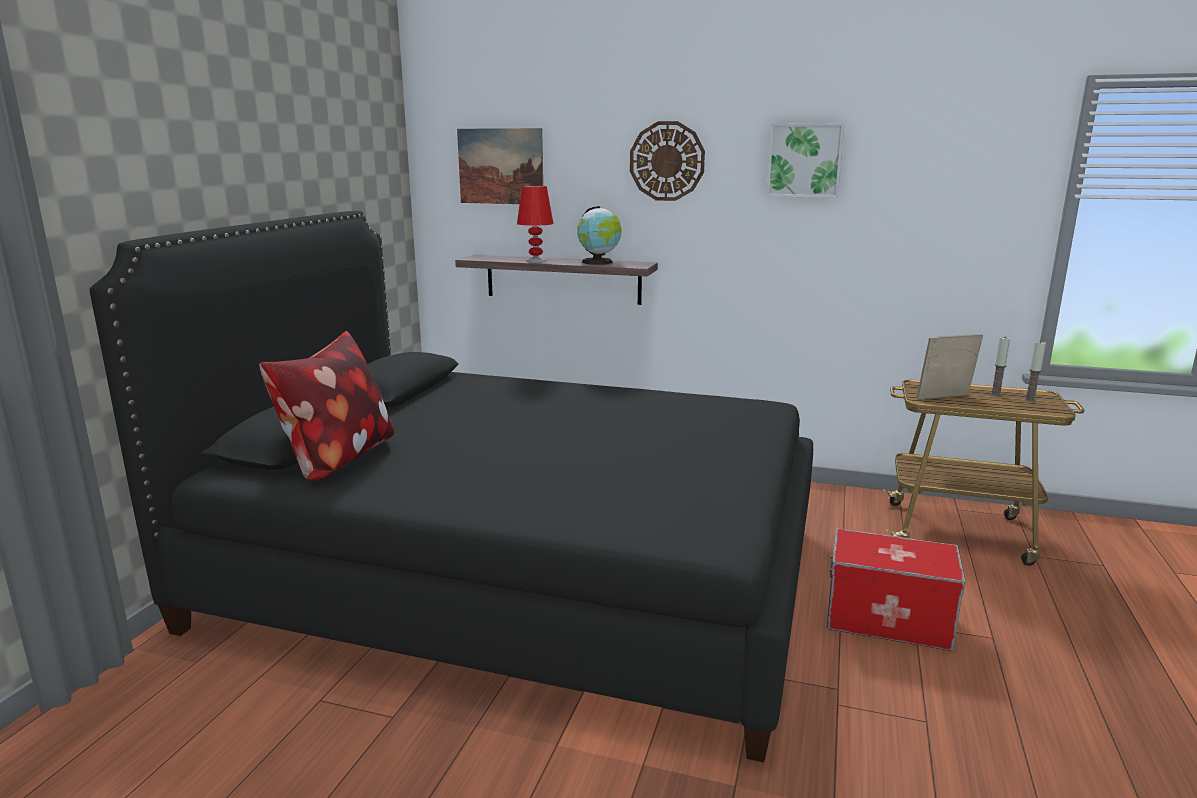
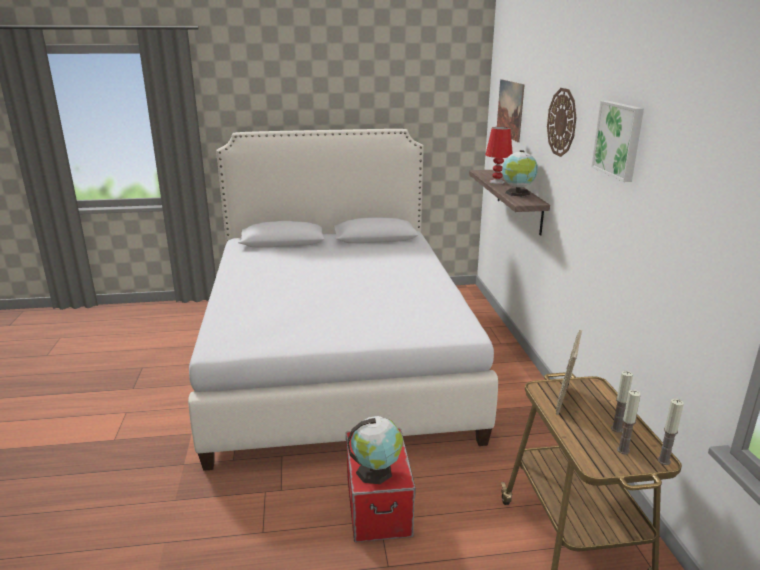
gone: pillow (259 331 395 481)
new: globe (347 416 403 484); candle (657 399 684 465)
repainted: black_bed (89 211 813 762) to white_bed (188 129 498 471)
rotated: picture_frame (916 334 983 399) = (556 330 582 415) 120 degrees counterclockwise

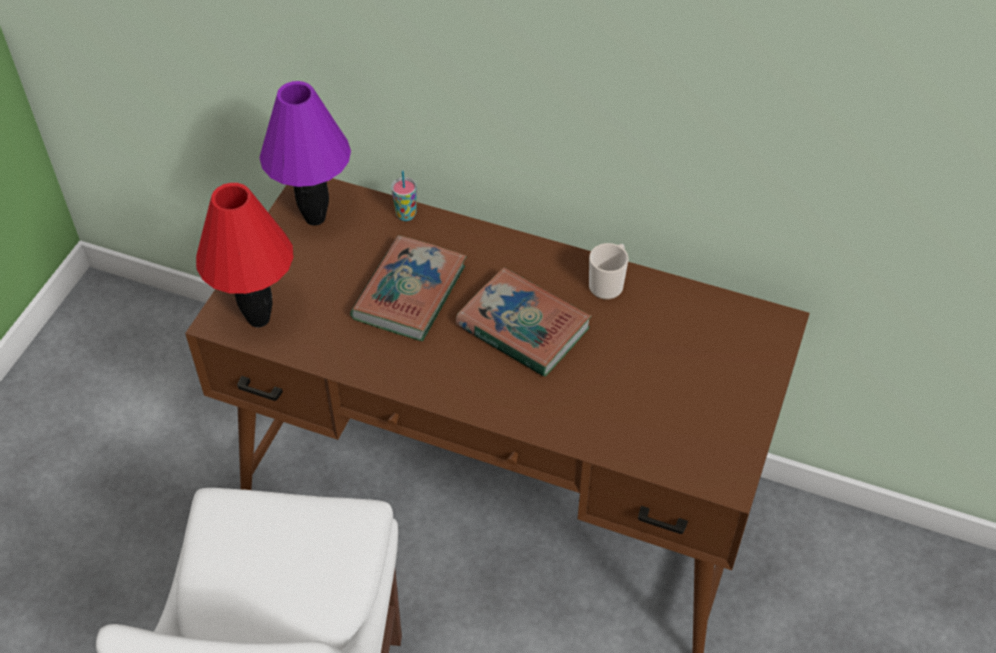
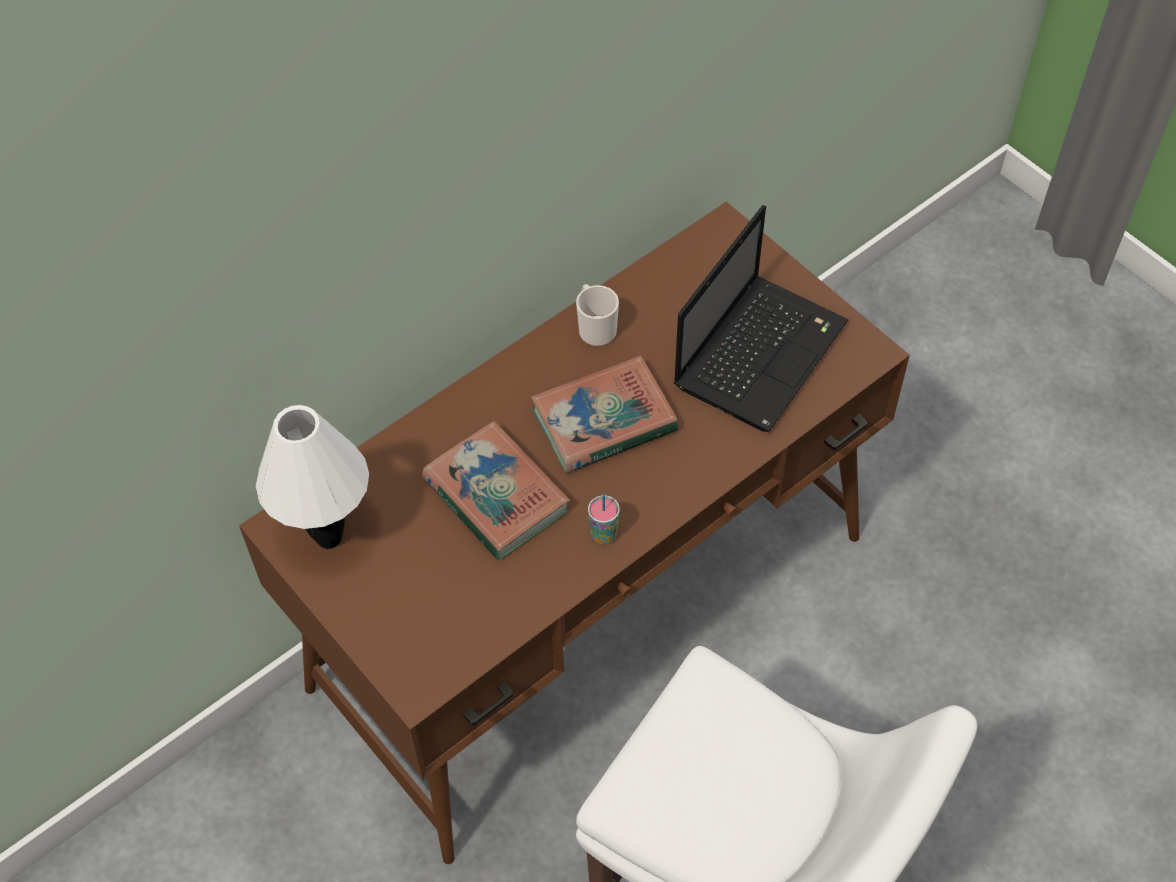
gone: red_table_lamp (196 183 294 327)
new: laptop (674 205 848 432)
shifted: cup (391 171 417 221) to (588 494 620 544)
repainted: purple_table_lamp (259 81 351 226) to white_table_lamp (256 405 369 549)

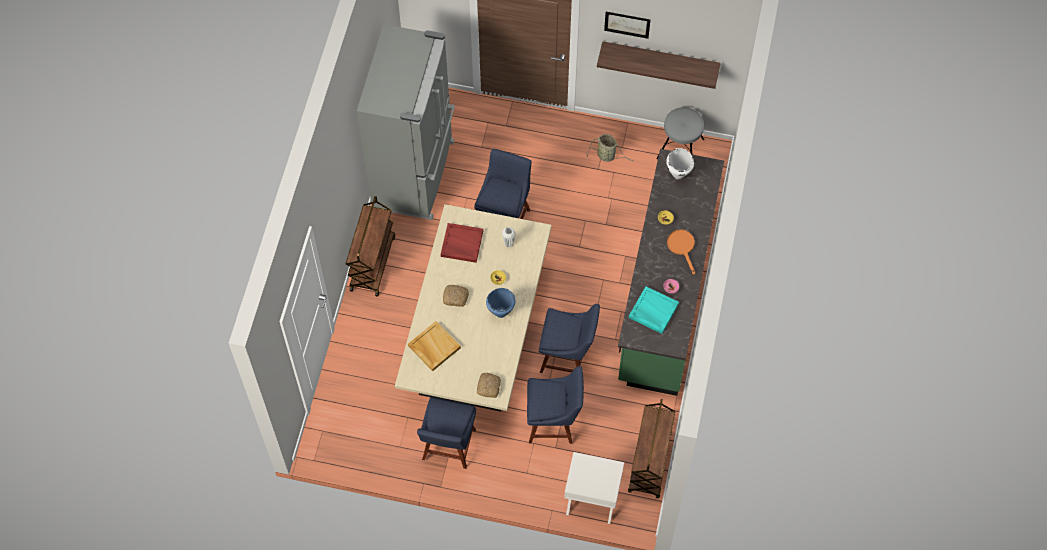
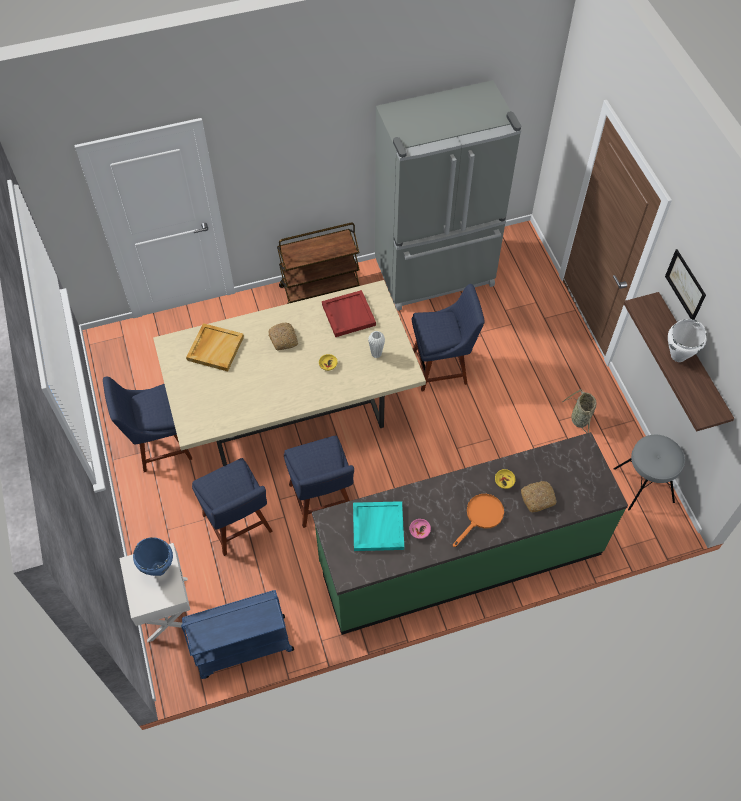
shifted: bread (477 373 501 398) to (521 481 557 512); blue_cooking_pot (486 288 515 318) to (133 537 173 576); white_cooking_pot (666 148 694 179) to (668 319 707 362)
repainted: brown_cart (628 399 675 498) to blue_cart (181 590 294 679)

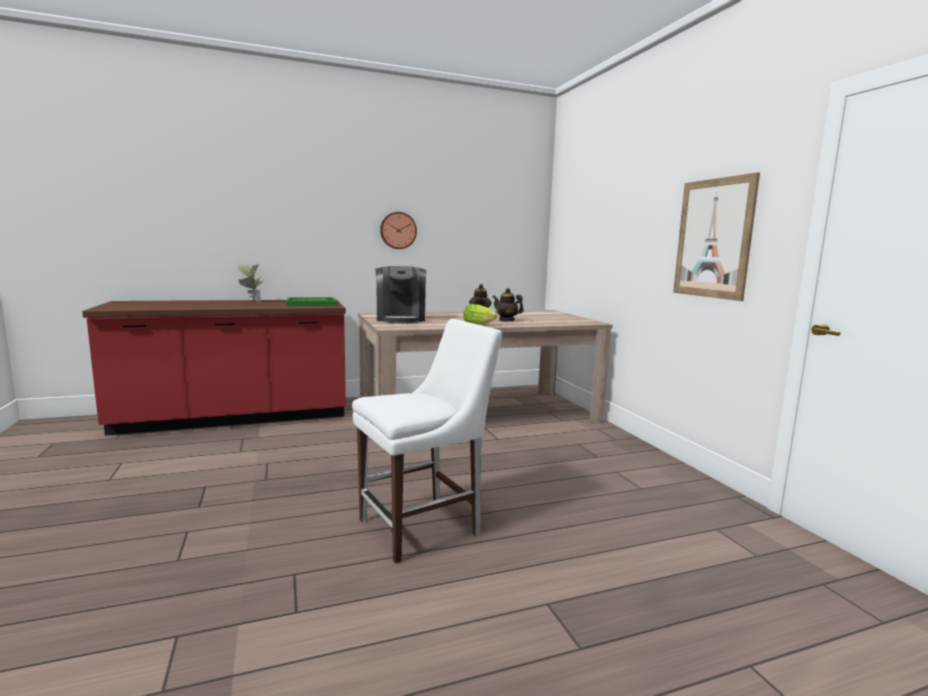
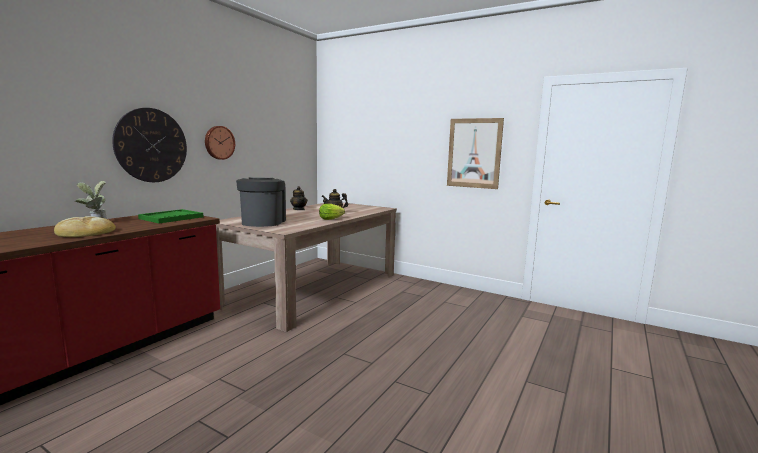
gone: white_chair (352 319 502 564)
new: bread (54 216 116 237); wall_clock (112 108 187 182)
rotated: coffee_machine (375 266 426 323) = (236 177 286 227) 135 degrees counterclockwise

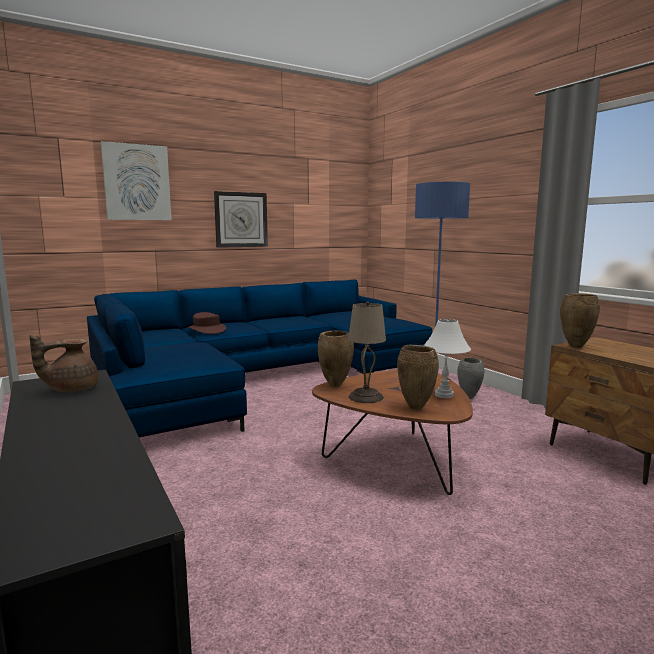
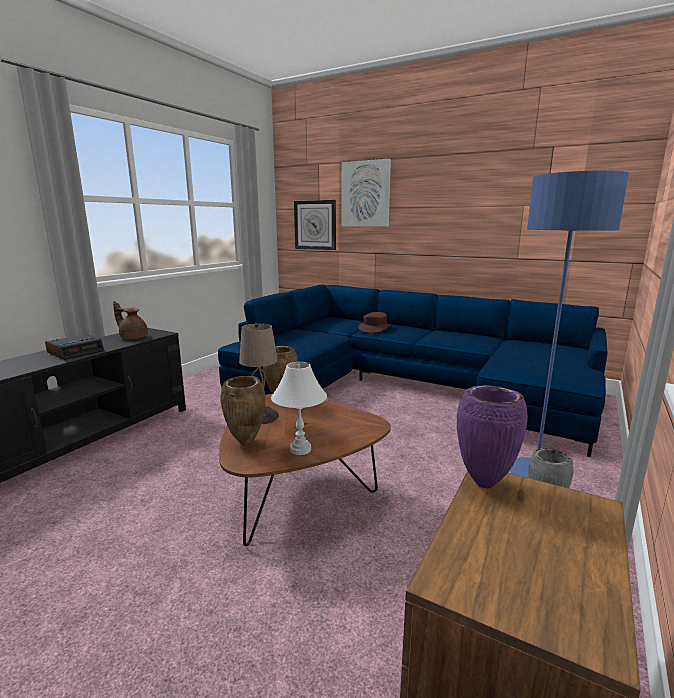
new: alarm_clock (45 334 104 360)
shifted: wall_clock (214 191 268 248) to (294 200 336 250)
repainted: brown_vase (560 293 600 348) to purple_vase (457 385 528 489)

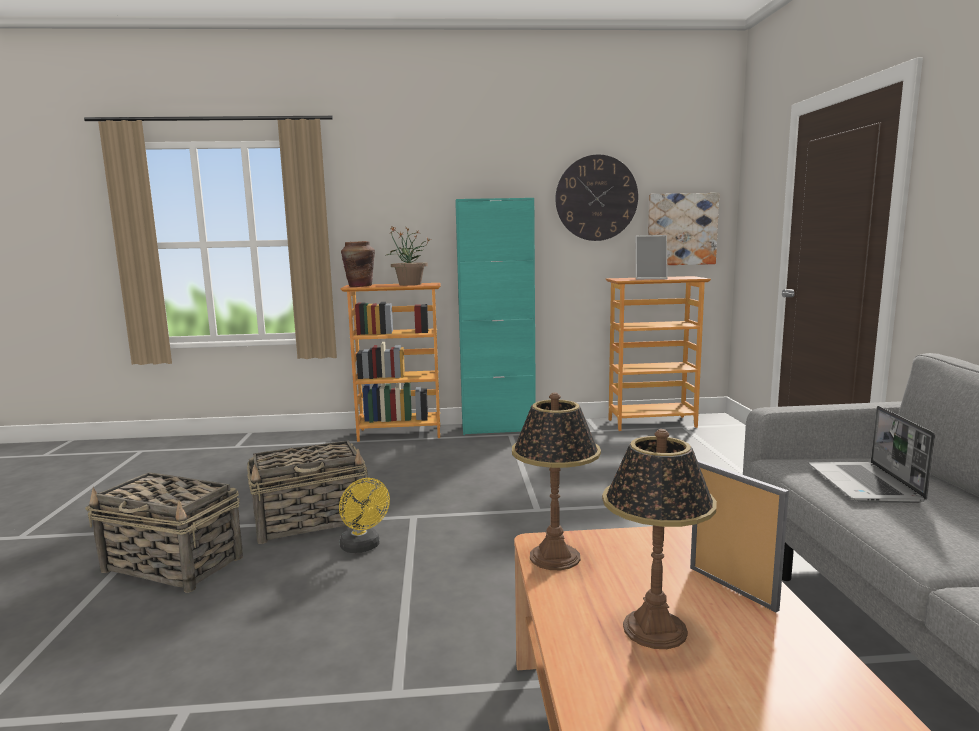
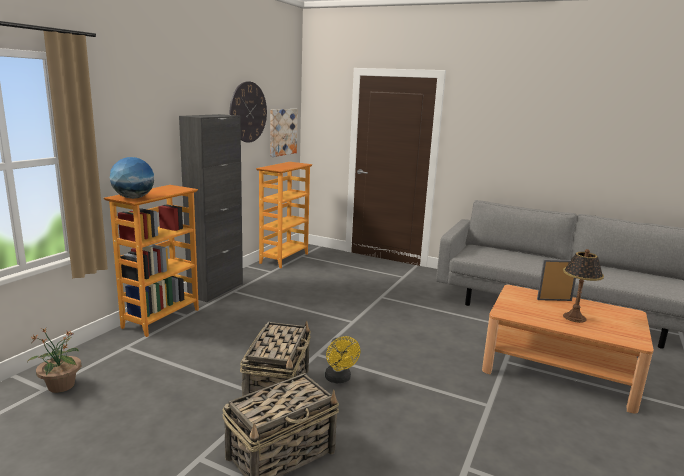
gone: table_lamp (512 393 601 570); picture_frame (636 235 667 279); laptop (809 406 935 503)
shifted: potted_plant (384 226 431 285) to (27 328 81 393)
swapped: brown_vase (341 241 375 287) to globe (110 157 154 199)
repainted: turquoise_cabinet (455 198 536 435) to black_cabinet (179 114 243 302)
rotated: yellow_fan (339 478 390 553) = (325 336 360 383) 75 degrees clockwise

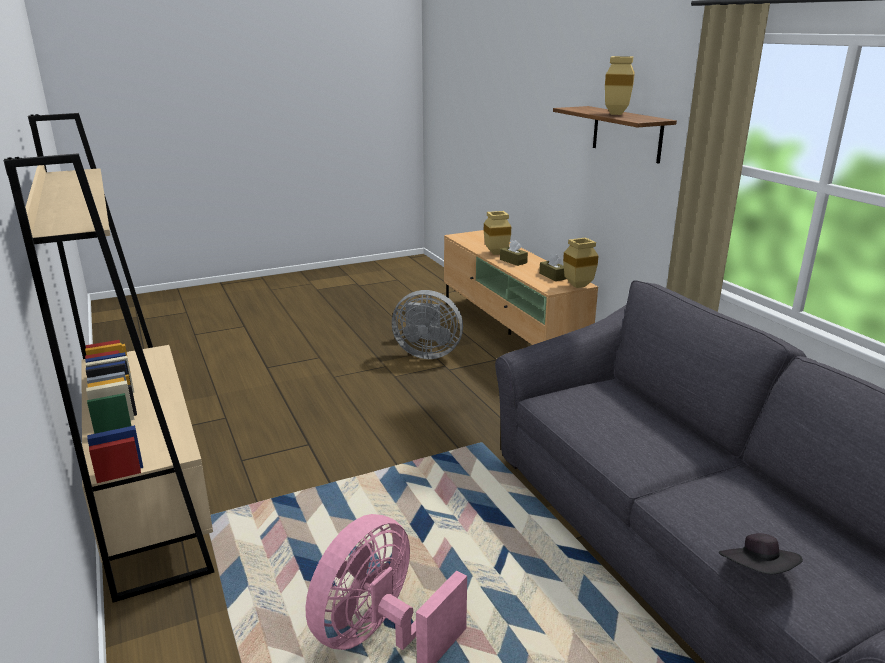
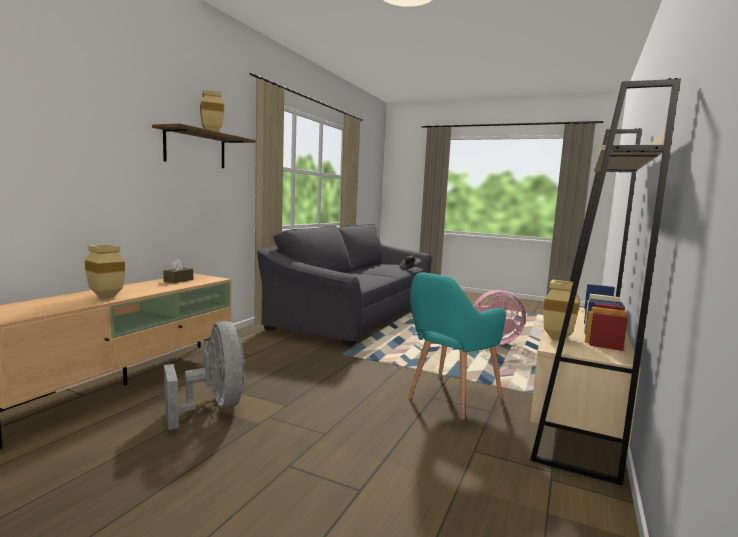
gone: brown_tissue_box (500 240 528 266)
new: turquoise_armchair (408 272 506 420)
shifted: beige_vase (563 238 598 288) to (543 280 580 340)

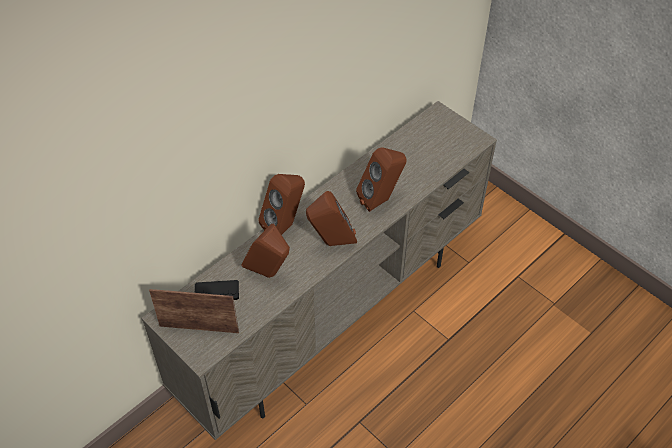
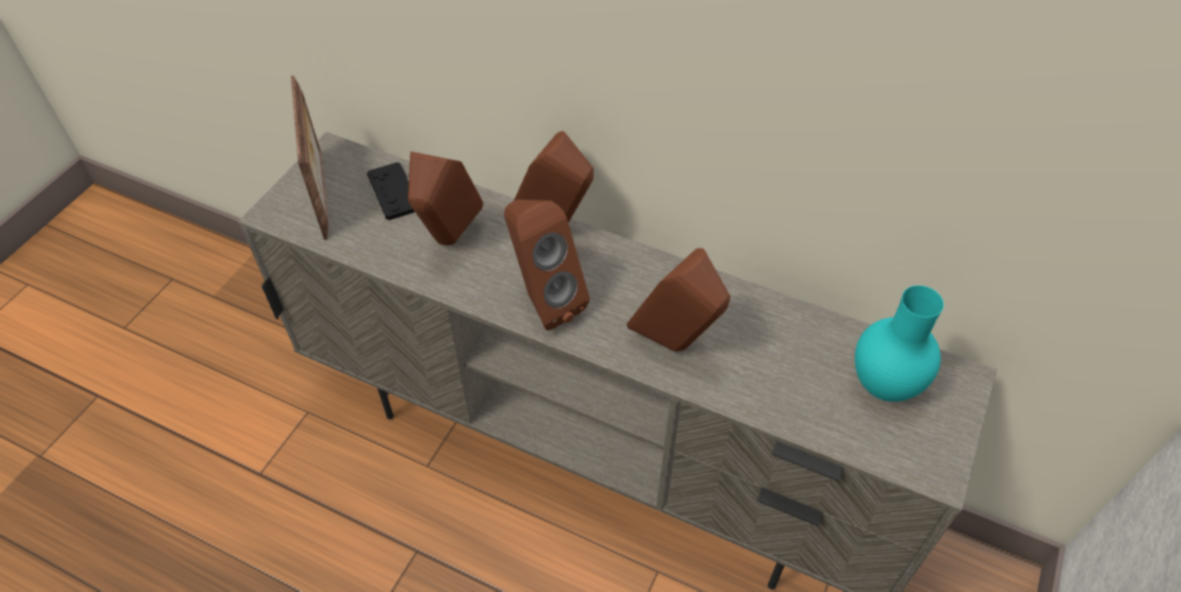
new: turquoise_vase (855 285 944 402)

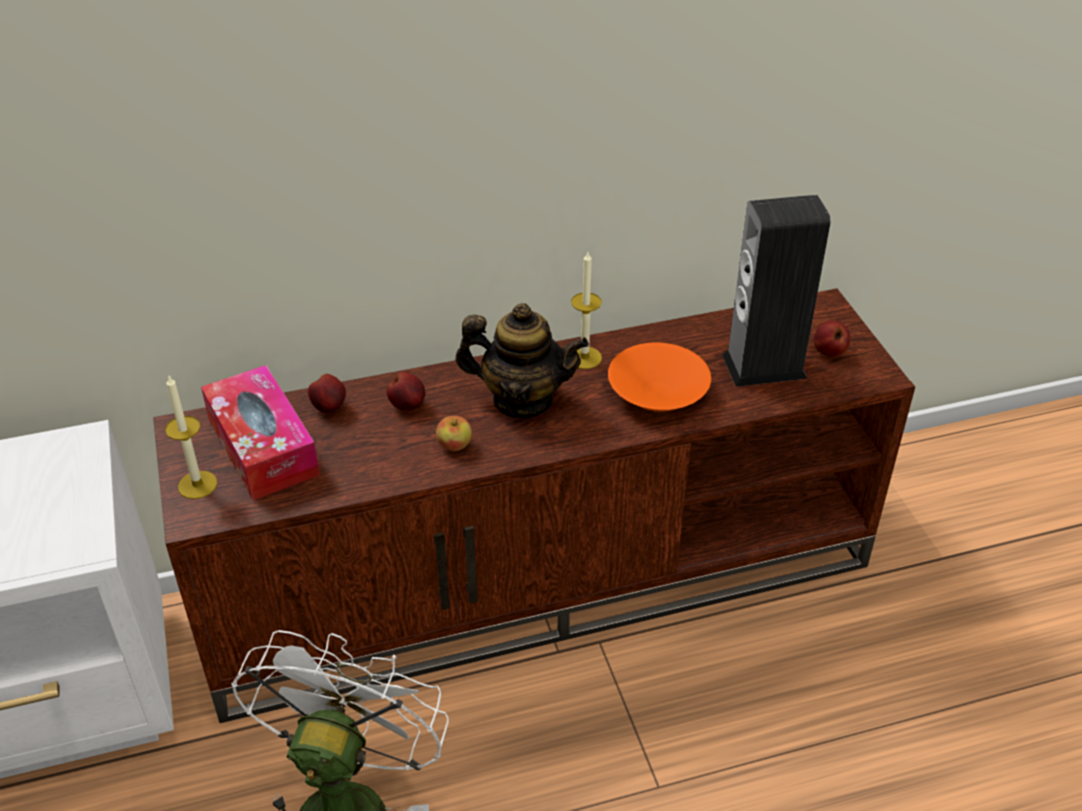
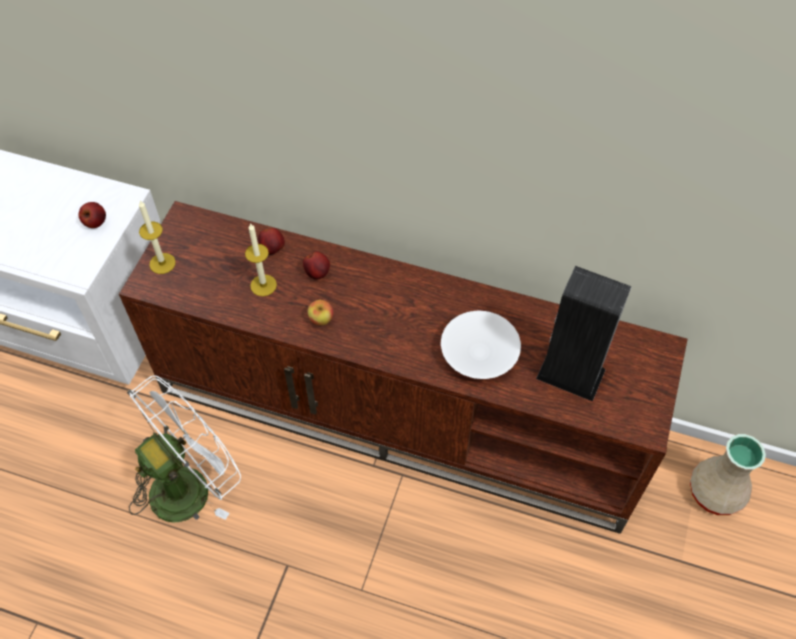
gone: tissue_box (201 365 320 500); teapot (455 303 589 418)
new: beige_vase (690 434 766 515)
shifted: candle (571 252 602 369) to (245 223 277 296); apple (814 321 850 356) to (79 202 106 228)
repainted: orange_bowl (608 343 711 412) to white_bowl (441 311 521 379)

